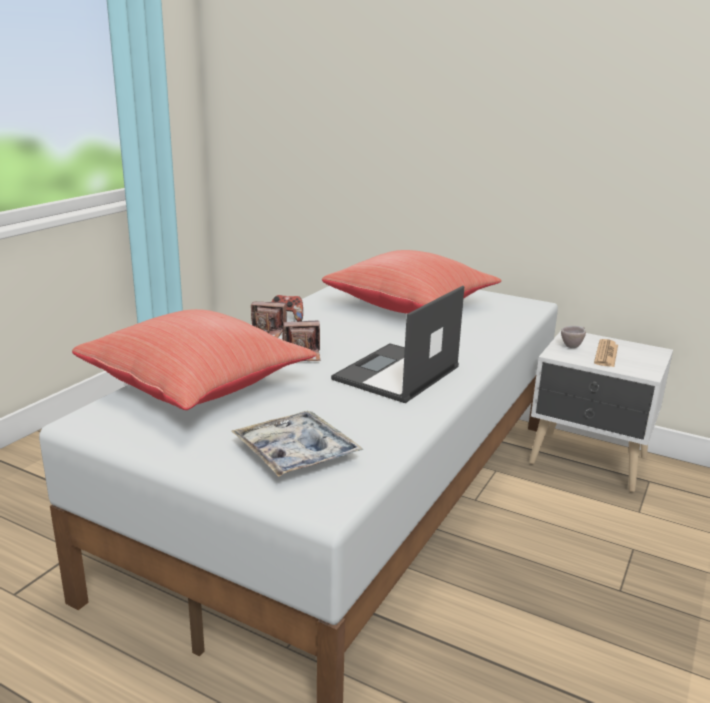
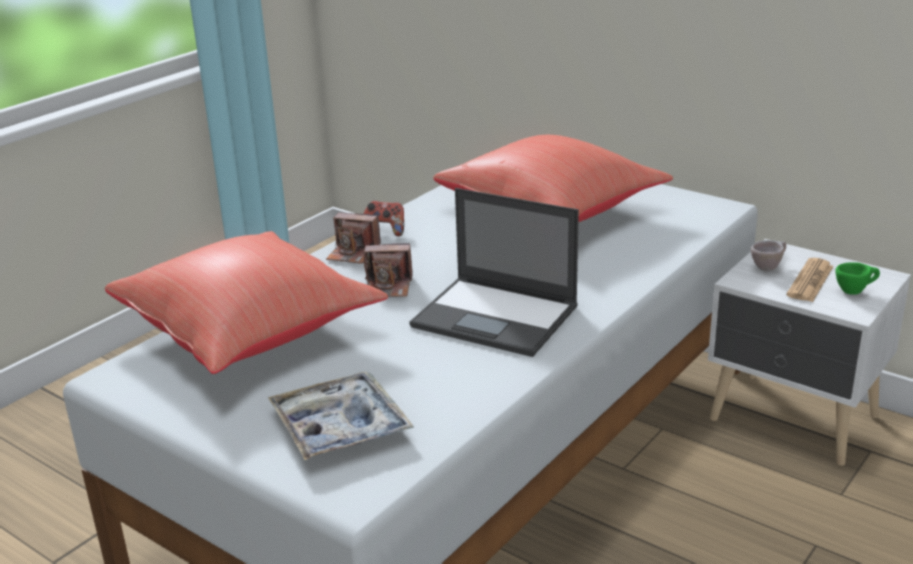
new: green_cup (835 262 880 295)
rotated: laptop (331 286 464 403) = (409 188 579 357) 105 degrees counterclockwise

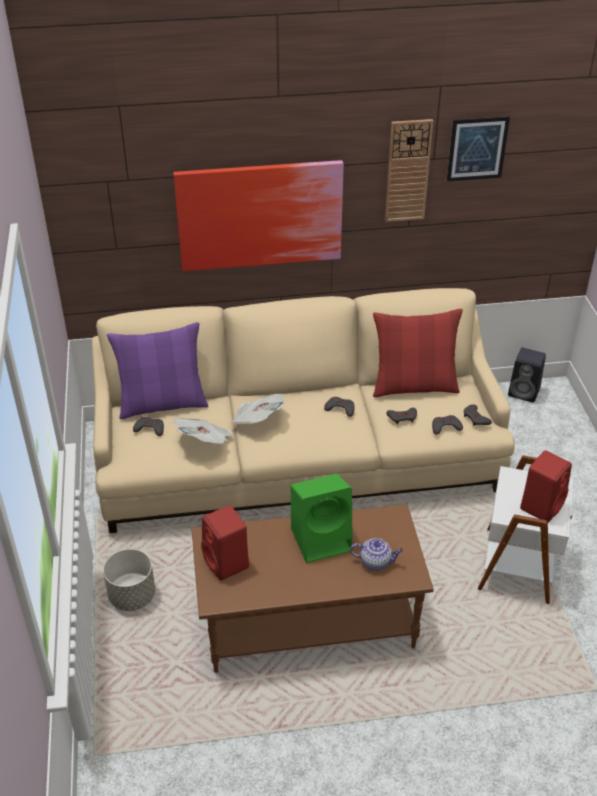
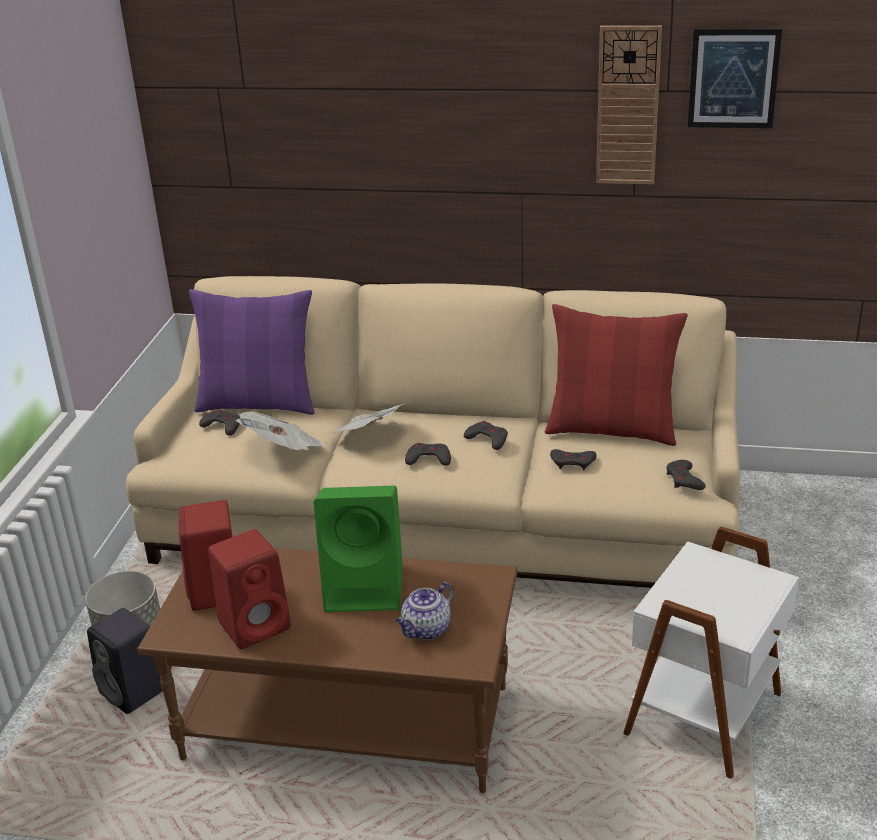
gone: picture (173 160 344 271)
shifted: grey_game_controller (432 415 463 434) to (405 443 451 466); black_speaker (508 348 546 402) to (87 608 163 714); red_speaker (520 450 572 523) to (208 529 291 649)
rotated: teapot (350 538 403 570) = (396 582 454 640) 105 degrees clockwise

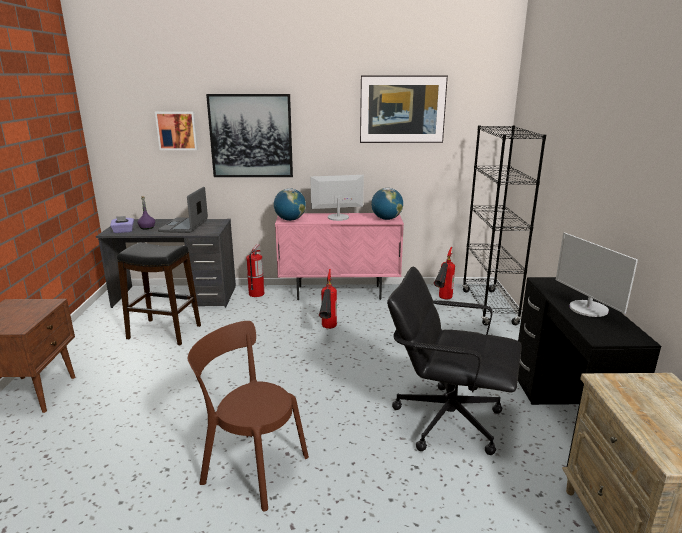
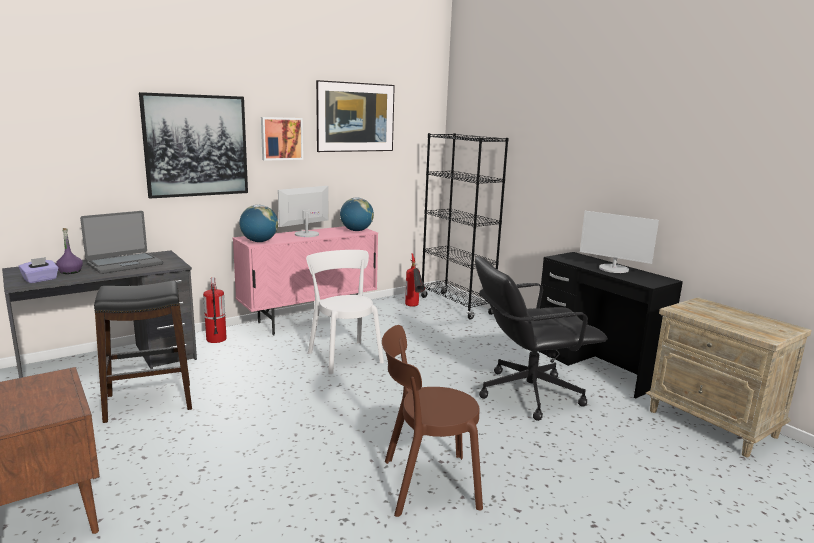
shifted: picture (155 112 198 150) to (261 117 303 161)
swapped: fire_extinguisher (319 269 337 329) to white_chair (306 250 384 374)
rotated: laptop (158 187 208 233) = (80 211 163 274) 105 degrees counterclockwise

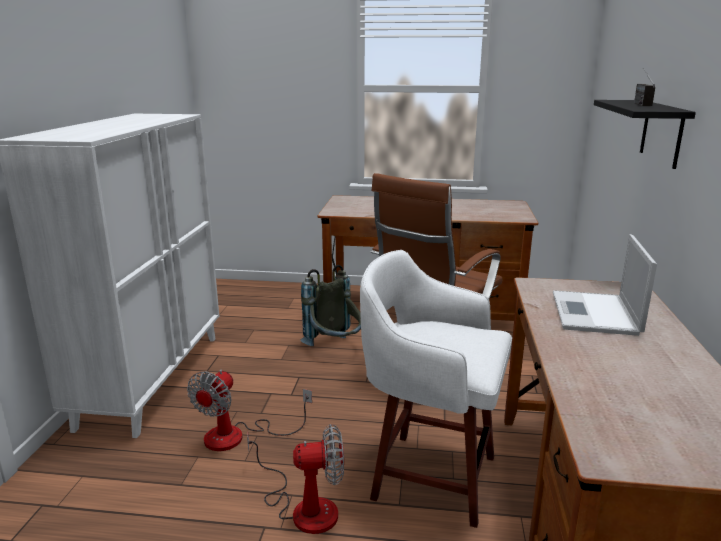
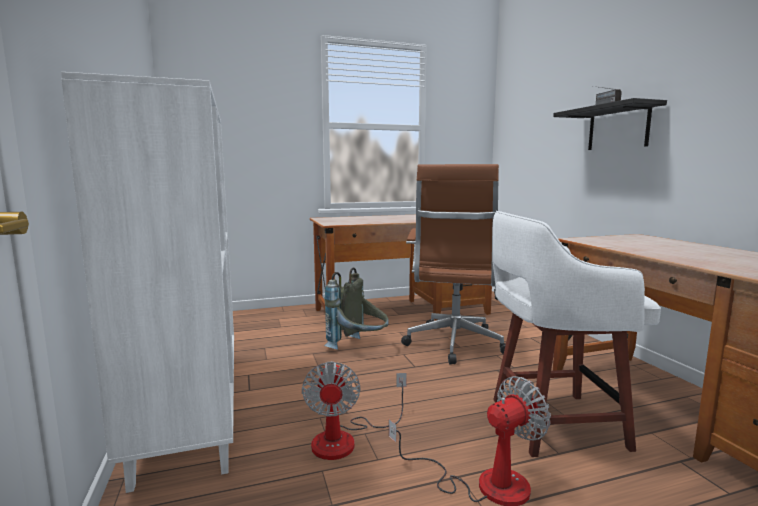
gone: laptop (553 234 657 336)

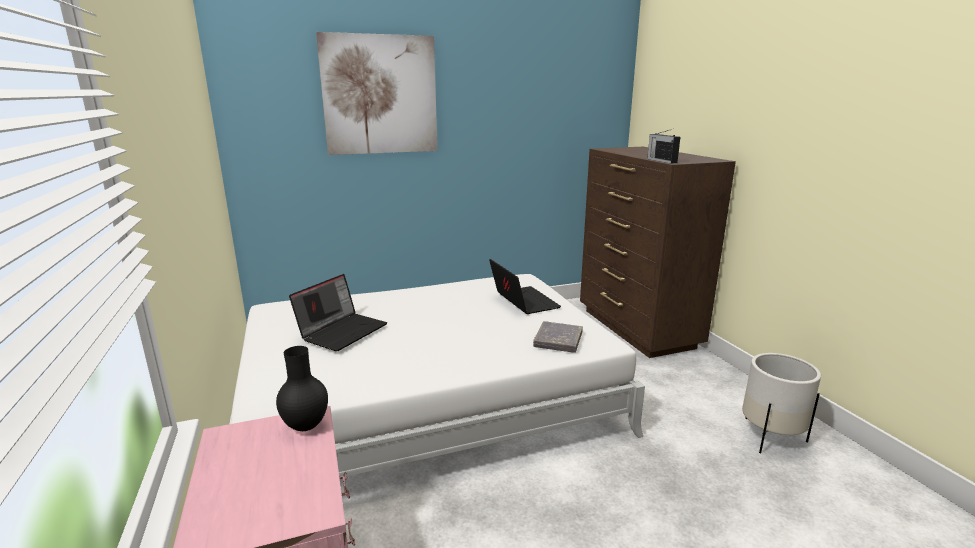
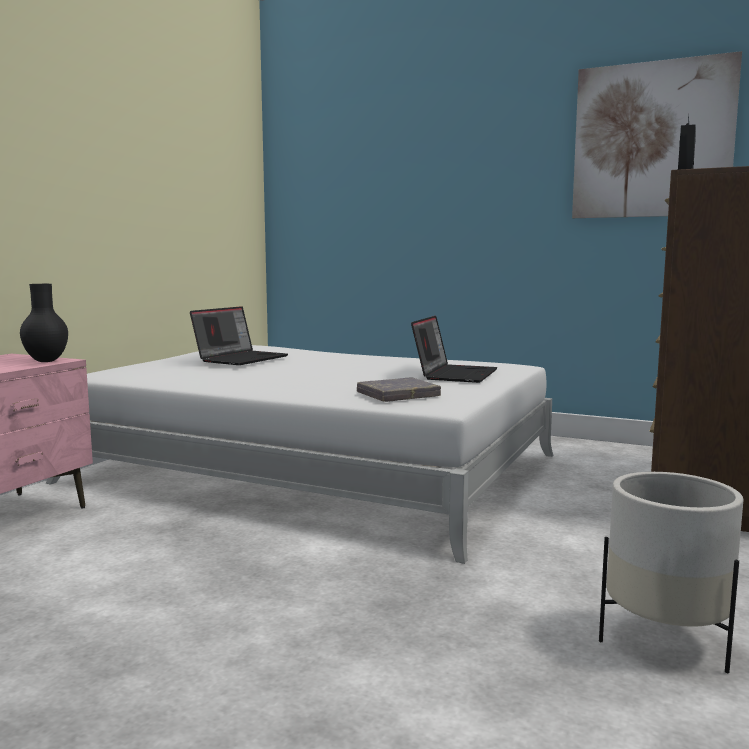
shifted: picture (316 32 438 155) to (572 51 742 218)
rotated: laptop (289 274 387 351) = (190 306 288 365) 45 degrees counterclockwise

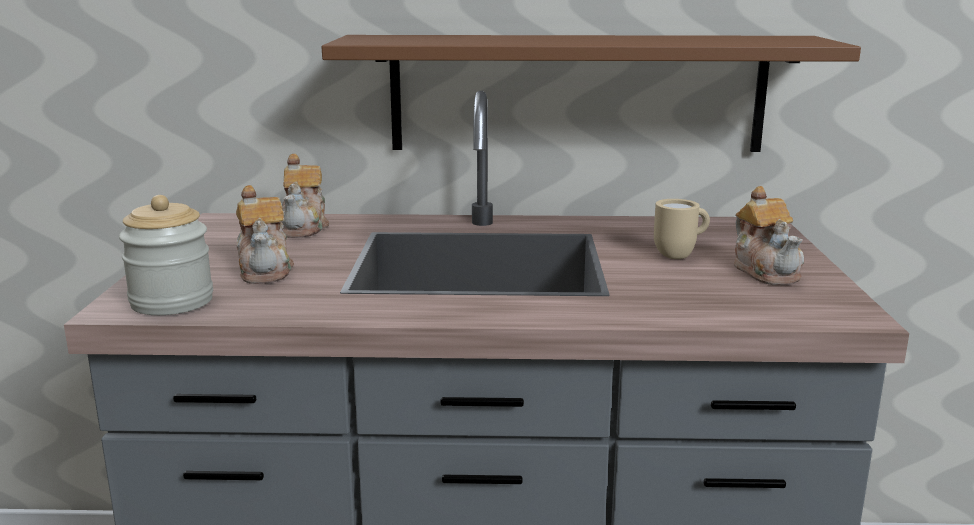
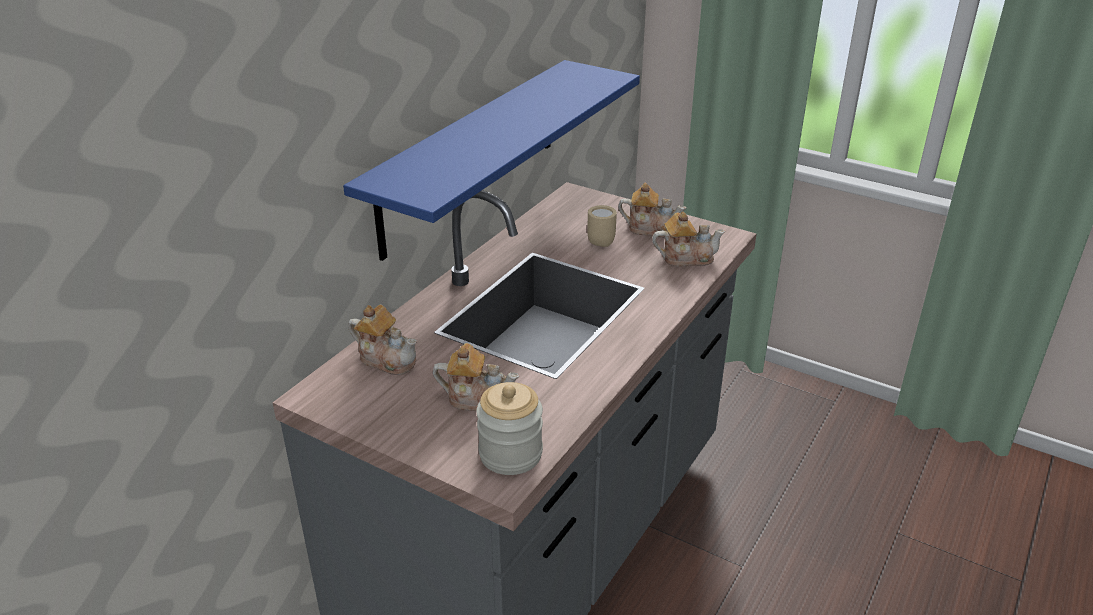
new: teapot (652 212 725 267)
repainted: brown_shelf (322 35 861 152) to blue_shelf (343 60 640 261)

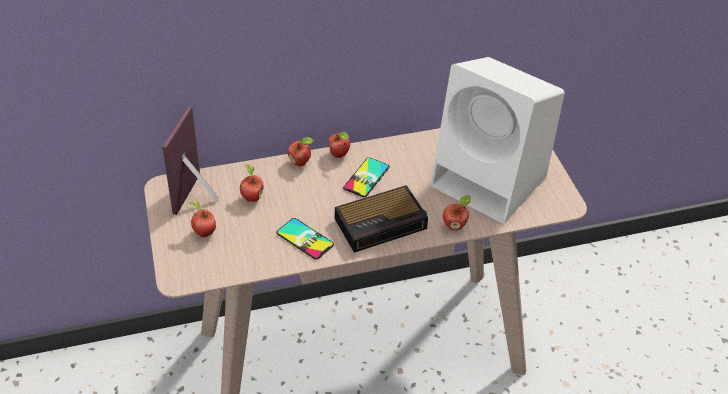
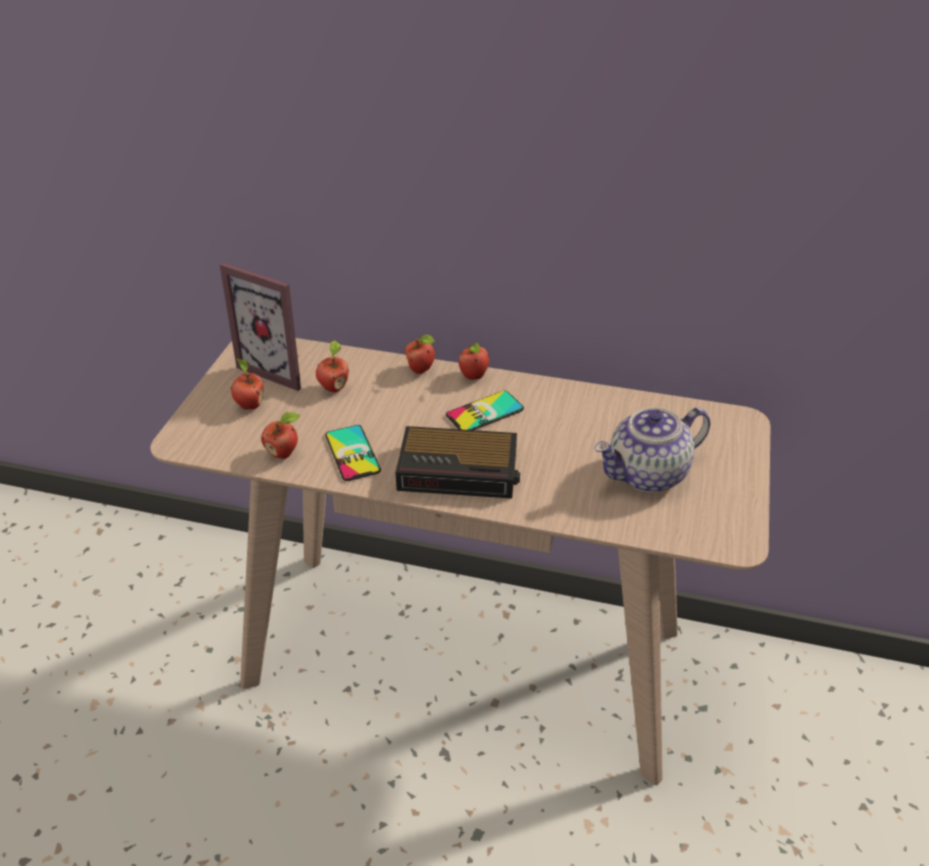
shifted: apple (443 195 471 230) to (261 412 300 459)
swapped: white_speaker (431 57 565 224) to teapot (594 407 710 492)
rotated: picture_frame (162 106 218 215) = (220 263 301 391) 105 degrees counterclockwise

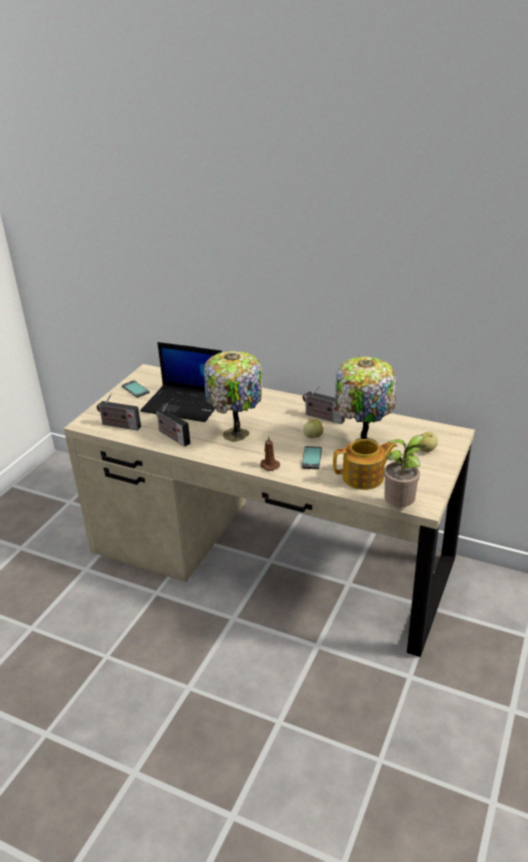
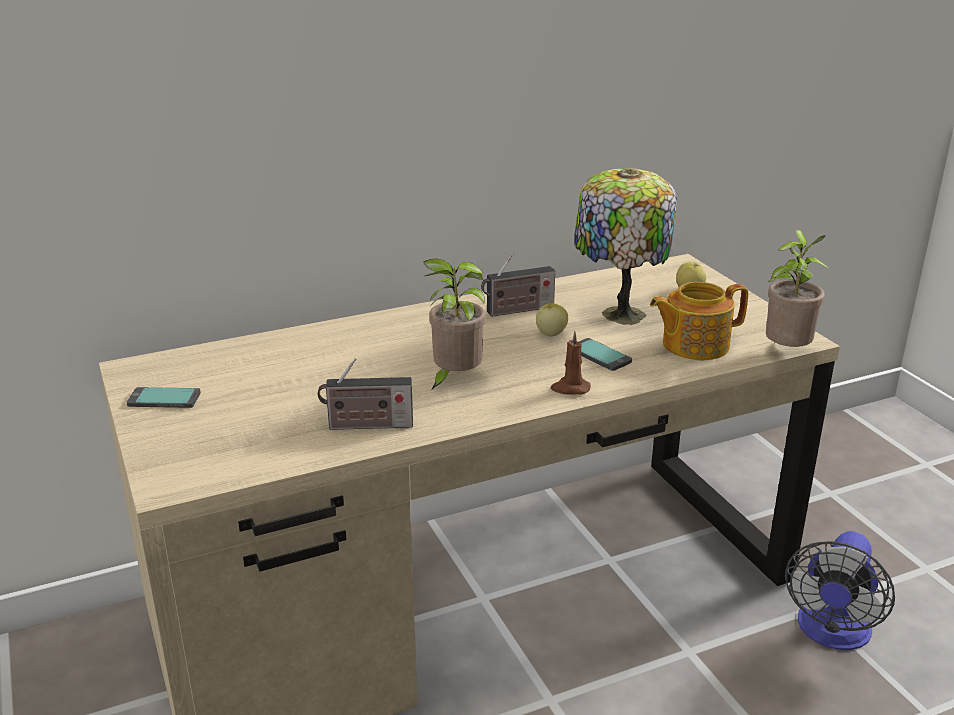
gone: radio (97 393 141 431); laptop (140 342 222 422)
new: fan (785 531 895 650)
swapped: table_lamp (204 351 262 442) to potted_plant (423 258 486 390)
rotated: teapot (333 439 397 490) = (650 282 748 360) 135 degrees counterclockwise

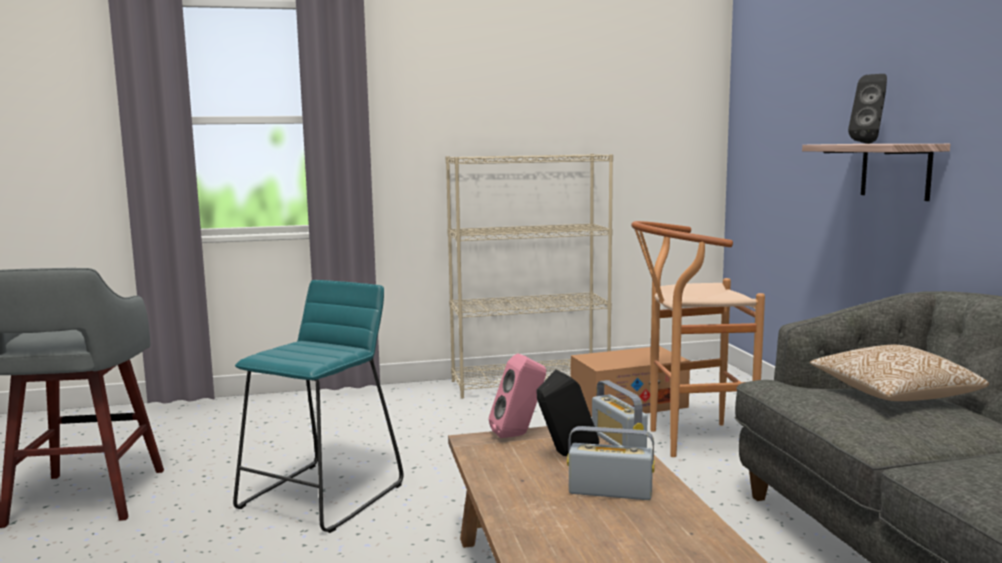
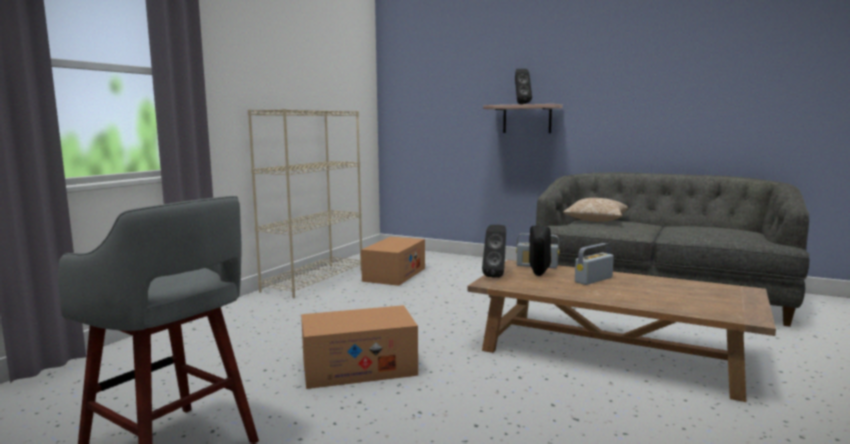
gone: brown_stool (631 221 765 457)
swapped: turquoise_stool (233 280 404 533) to cardboard_box (301 305 418 389)
repainted: pink_speaker (489 353 546 438) to black_speaker (482 225 506 278)

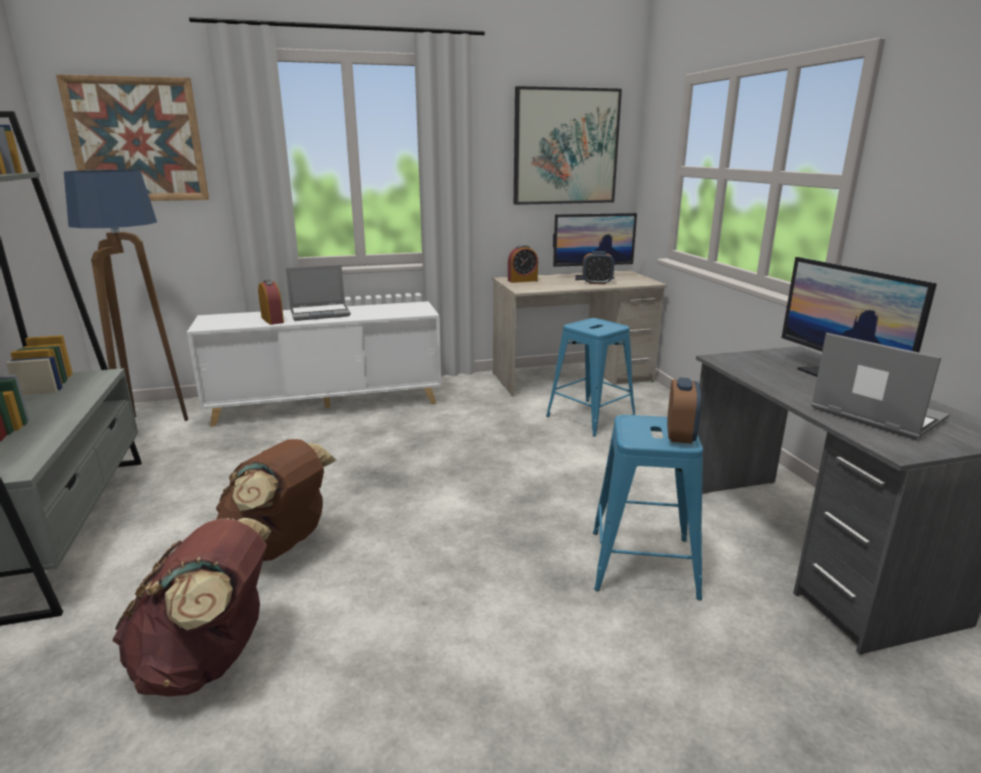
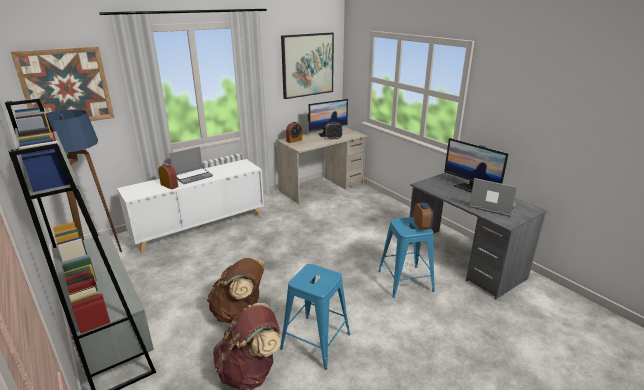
shifted: blue_stool (546 318 635 437) to (280 264 350 370)

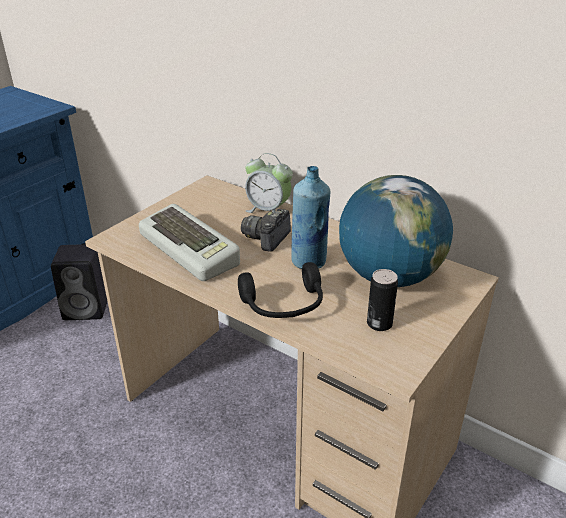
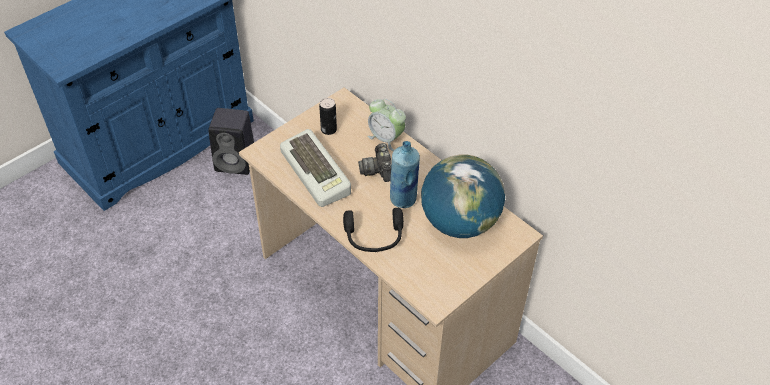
shifted: can (367 269 398 331) to (319 98 337 135)
rotated: photo_camera (241 209 291 252) = (358 143 391 182) 45 degrees counterclockwise

